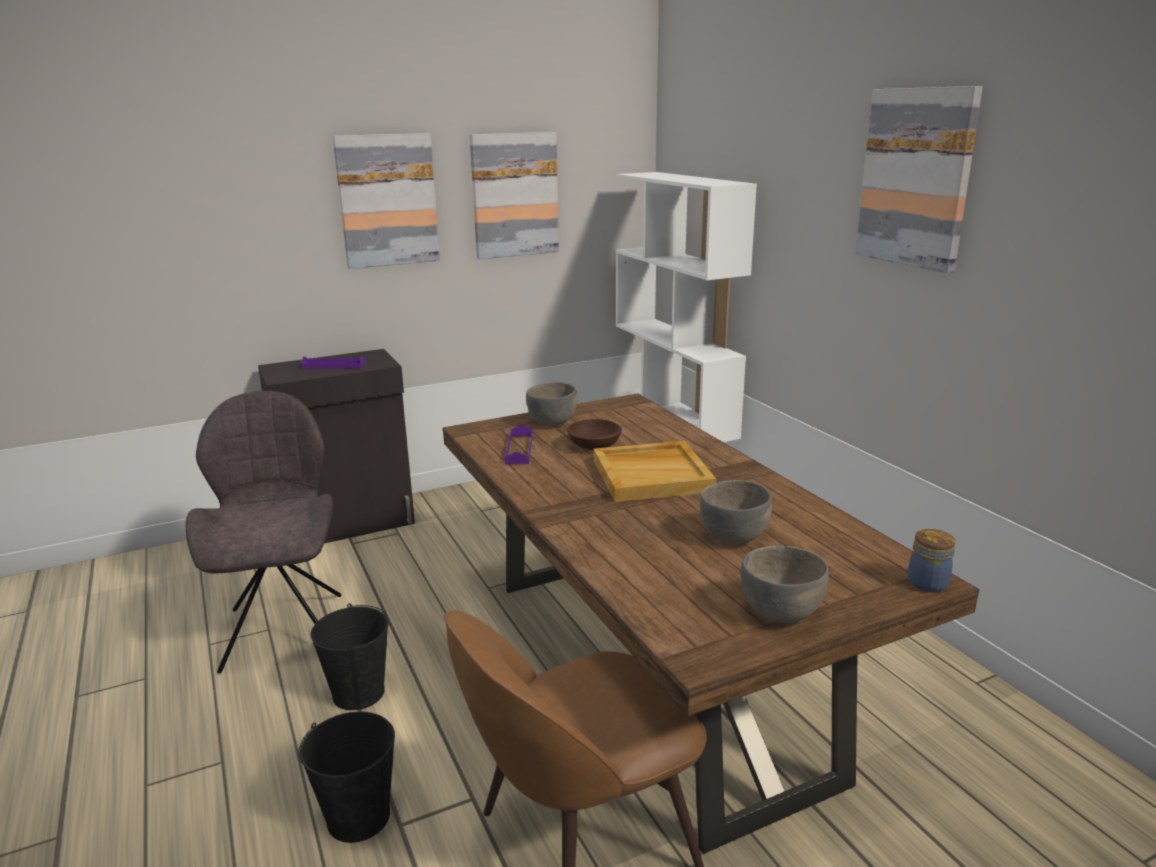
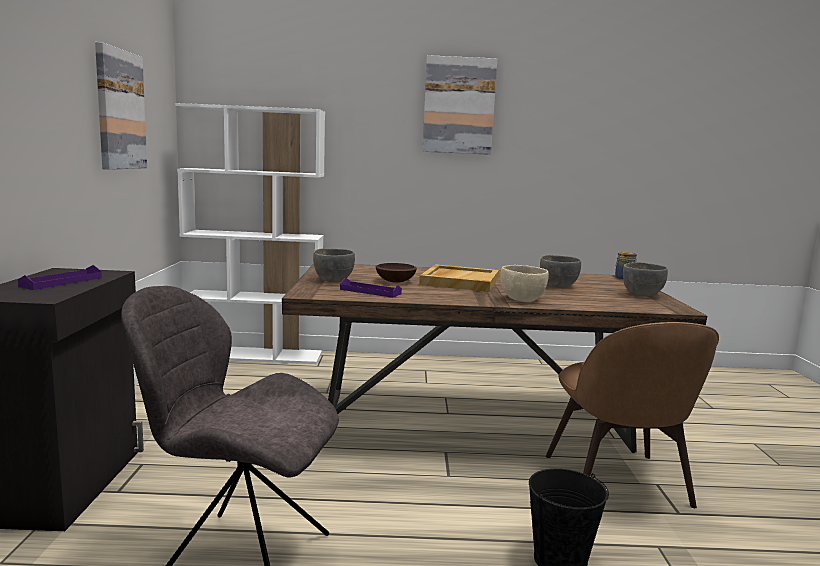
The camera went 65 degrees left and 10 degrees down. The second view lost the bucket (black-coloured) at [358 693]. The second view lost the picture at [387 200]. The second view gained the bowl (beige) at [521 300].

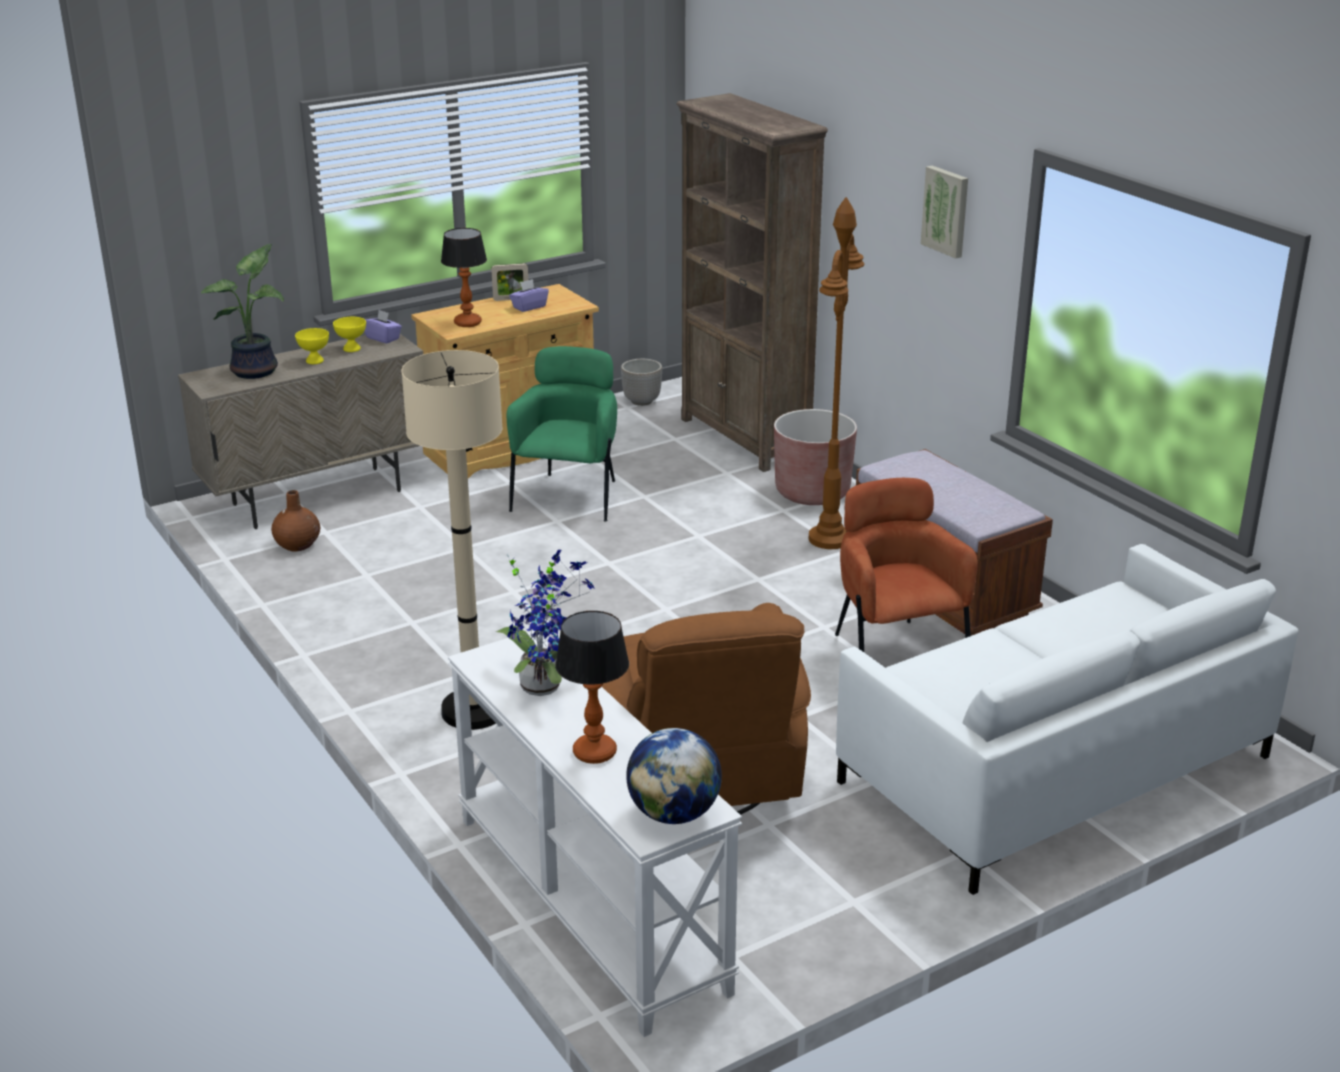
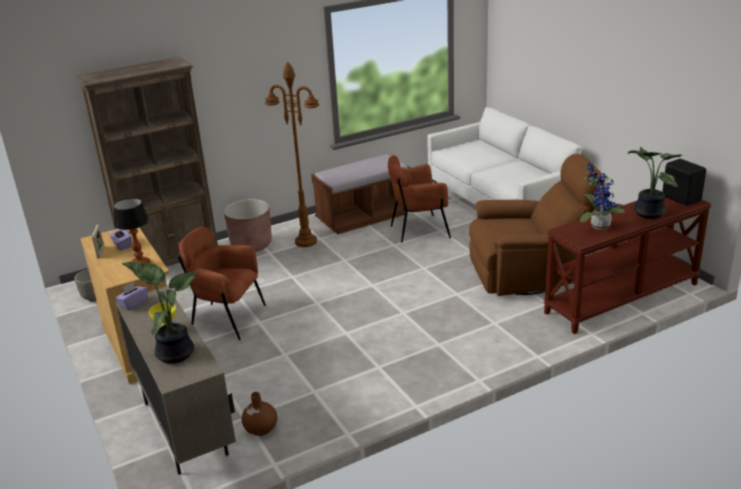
The camera went 85 degrees left and 0 degrees up. The second view lost the bowl (yellow-coloured) at [351 349]. The second view lost the floor lamp (beige) at [474 711]. The second view lost the picture at [946 211]. Where the table lamp stood at [595 752], the plant in a pot came to stand at [647 213]. Where the desk globe stood at [674 814], the audio speaker (black-coloured) came to stand at [681 198]. What was the hall table (white) at [586 903] turned into the hall table (brown-coloured) at [622 299]. What was the armchair (greenish) at [570 497] turned into the armchair (brown-coloured) at [227 319].

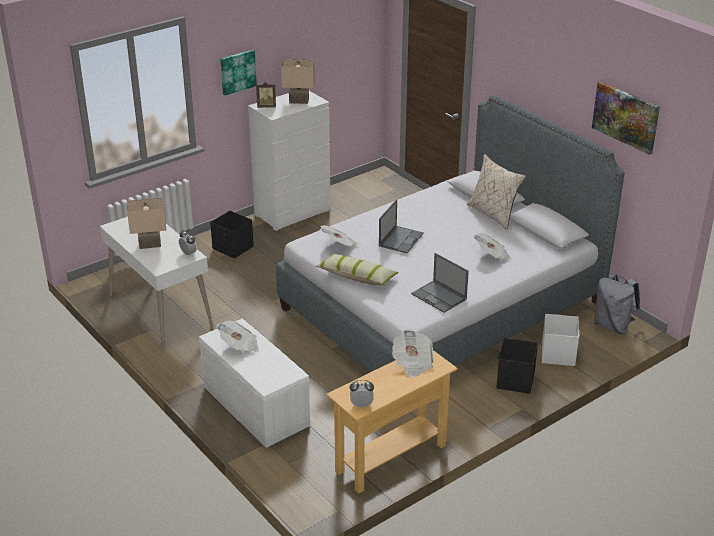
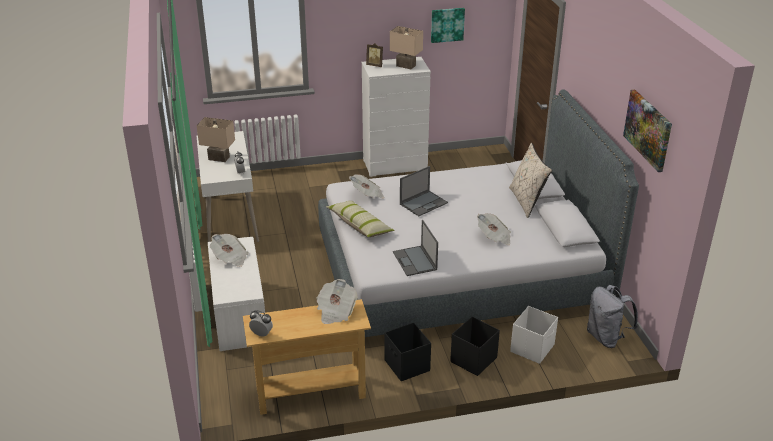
The camera went 25 degrees right and 0 degrees up. The storage container (black-coloured) ended up elsewhere, having gone from [233 248] to [407 366]. The picture ended up elsewhere, having gone from [237 71] to [447 24].

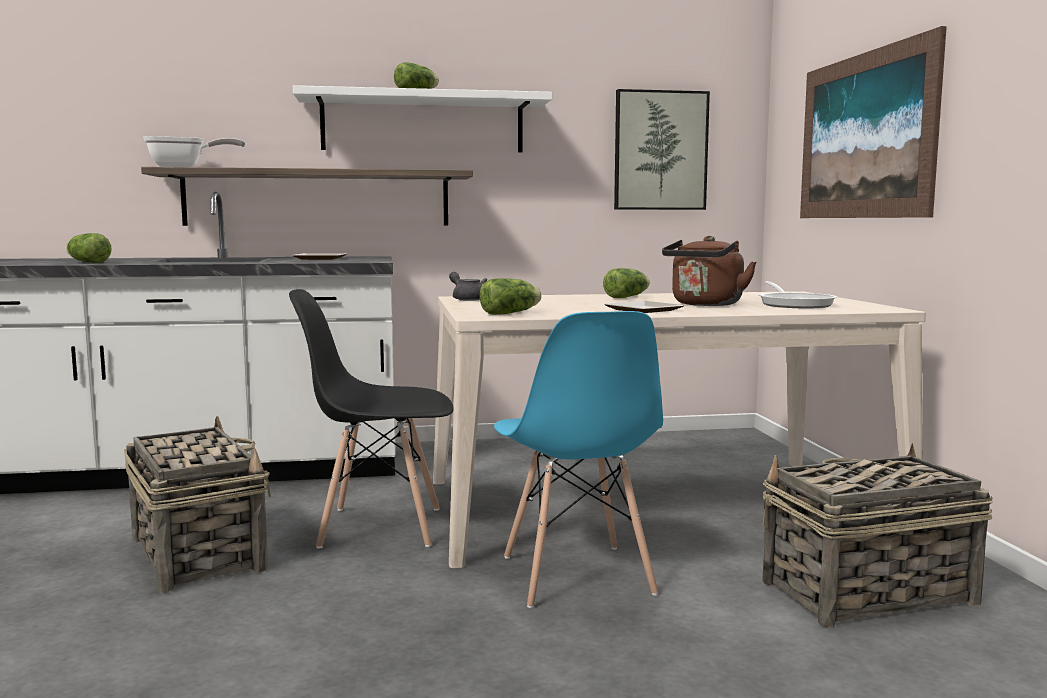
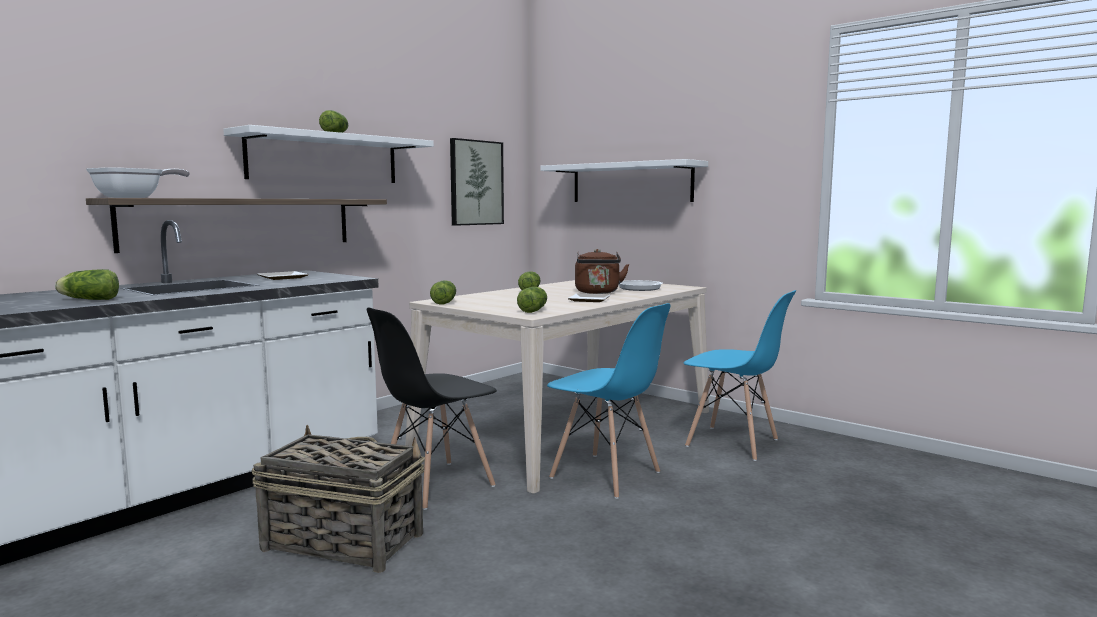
The camera went 40 degrees left and 0 degrees up. Where the pot for tea (greyish) stood at [467 299], the head of lettuce came to stand at [445 302]. Where the storage basket stood at [865 592], the plain chair (blue) came to stand at [733 443]. Where the picture hung at [864 136], the wall shelf (white) came to hang at [631 183].

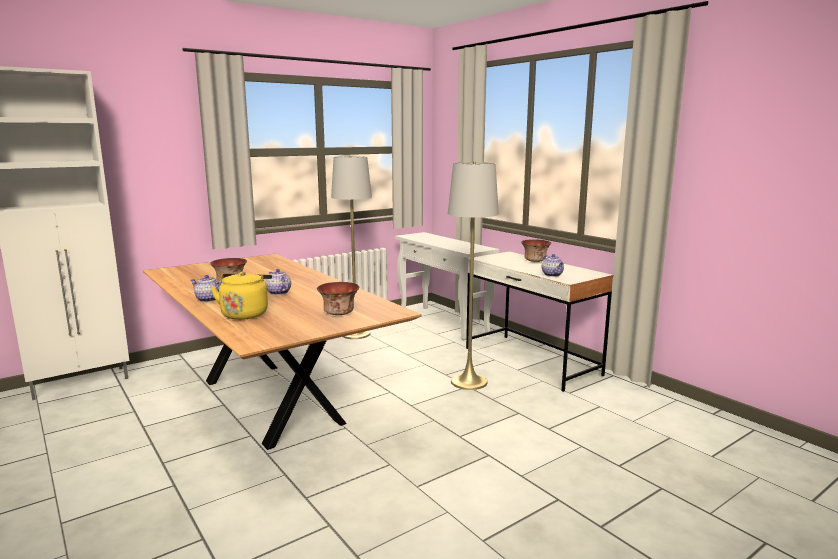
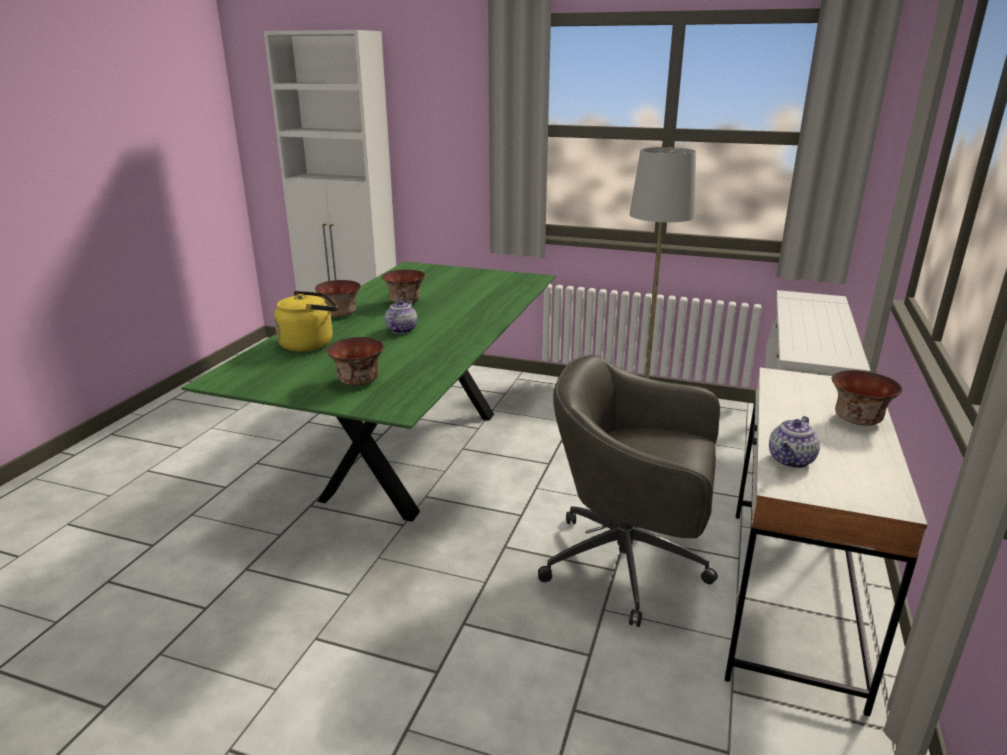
The camera went 55 degrees right and 10 degrees up. Where the pot for tea stood at [208 299], the bowl came to stand at [340 314]. Where the floor lamp (greyish) stood at [469 382], the desk chair (greyish) came to stand at [629 565]. What was the dining table (brown-coloured) at [271 401] turned into the dining table (greenish) at [414 454].

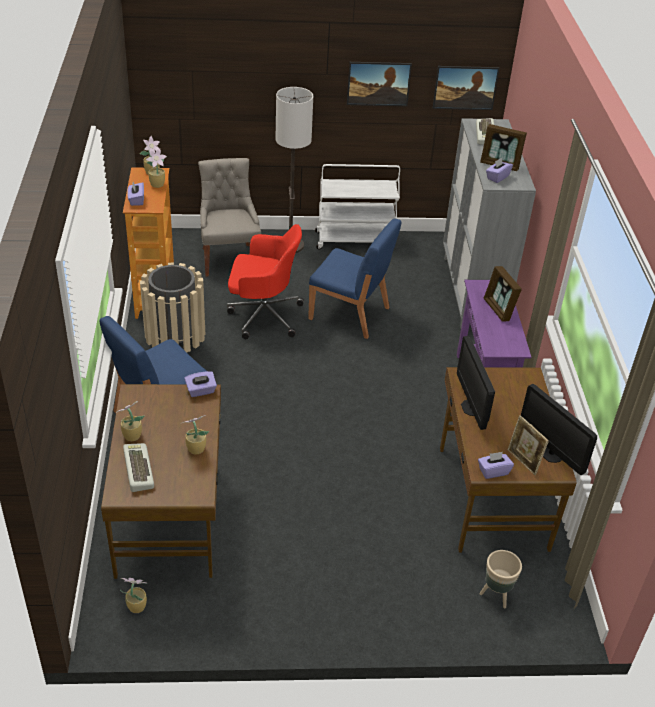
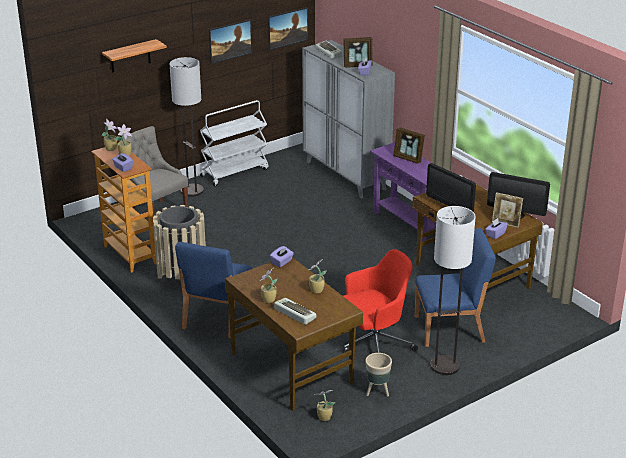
The camera went 30 degrees left and 10 degrees down. The second view gained the wall shelf at [130 56]. The second view gained the floor lamp at [445 366]. The desk chair (reddish) ended up elsewhere, having gone from [263 315] to [374 344]. The plain chair (blue) ended up elsewhere, having gone from [350 314] to [450 329]. The planter (beige) ended up elsewhere, having gone from [495 595] to [377 392].

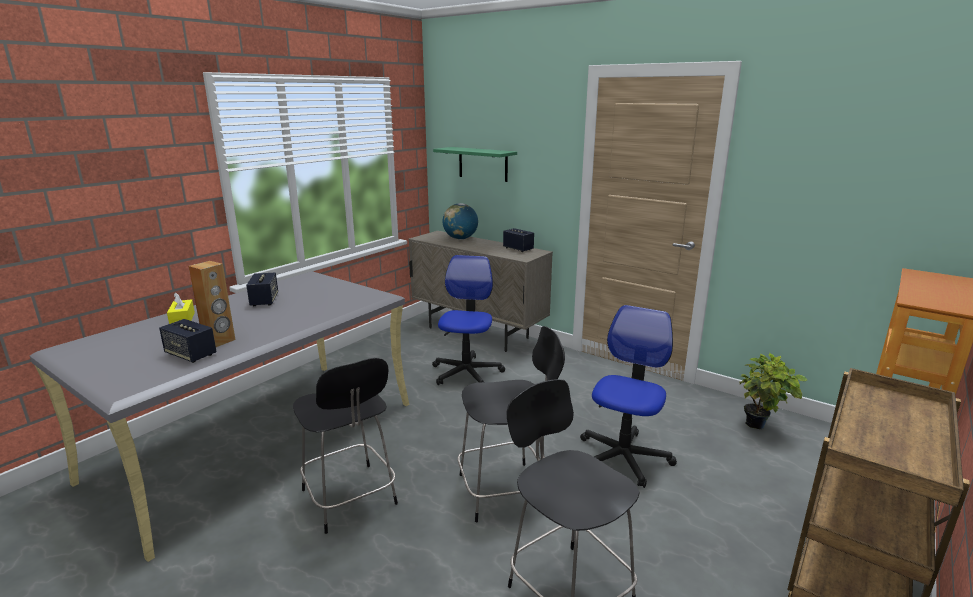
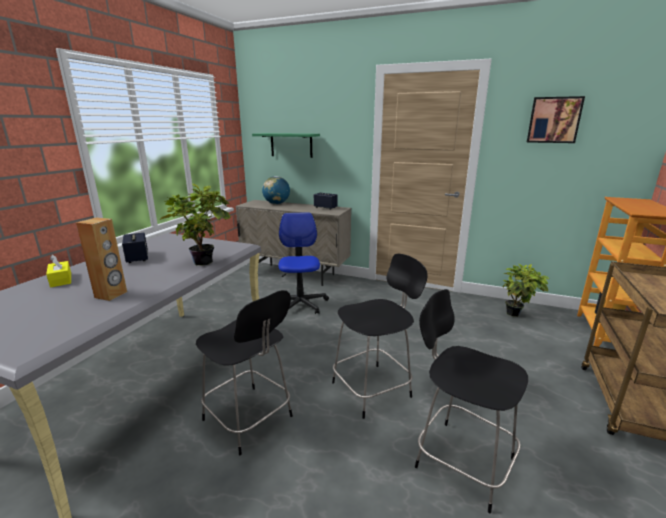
The camera went 15 degrees left and 0 degrees up. The second view lost the audio speaker at [191 354]. The second view lost the desk chair at [623 457]. The second view gained the plant in a pot at [204 261]. The second view gained the picture at [554 120].

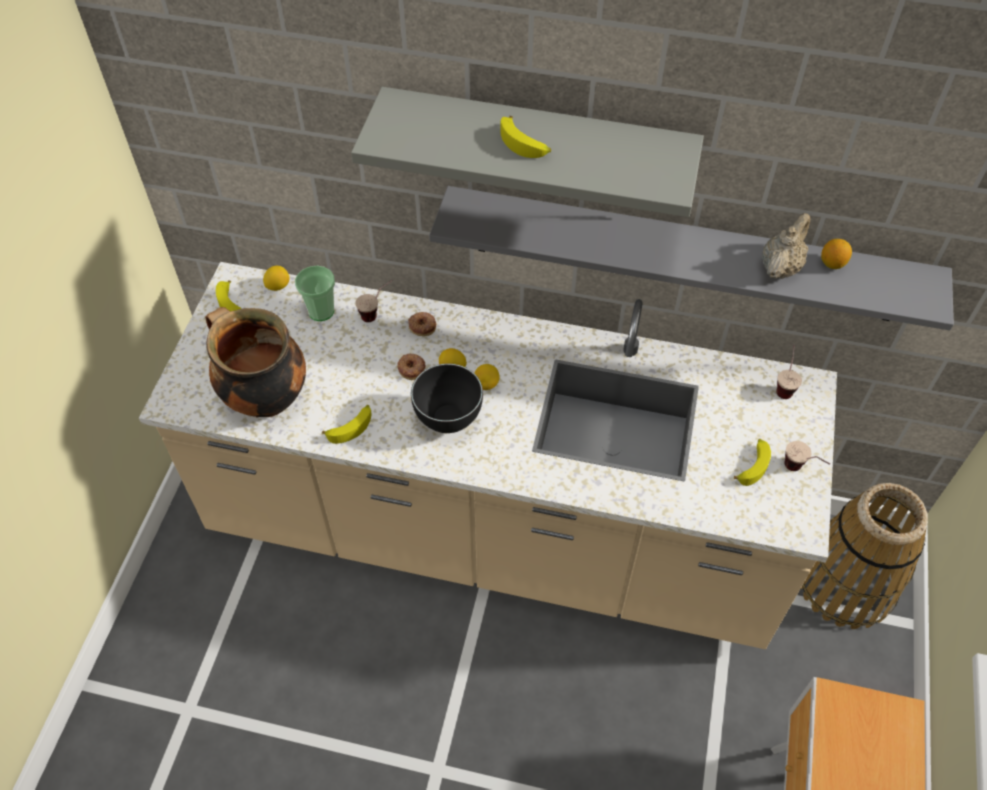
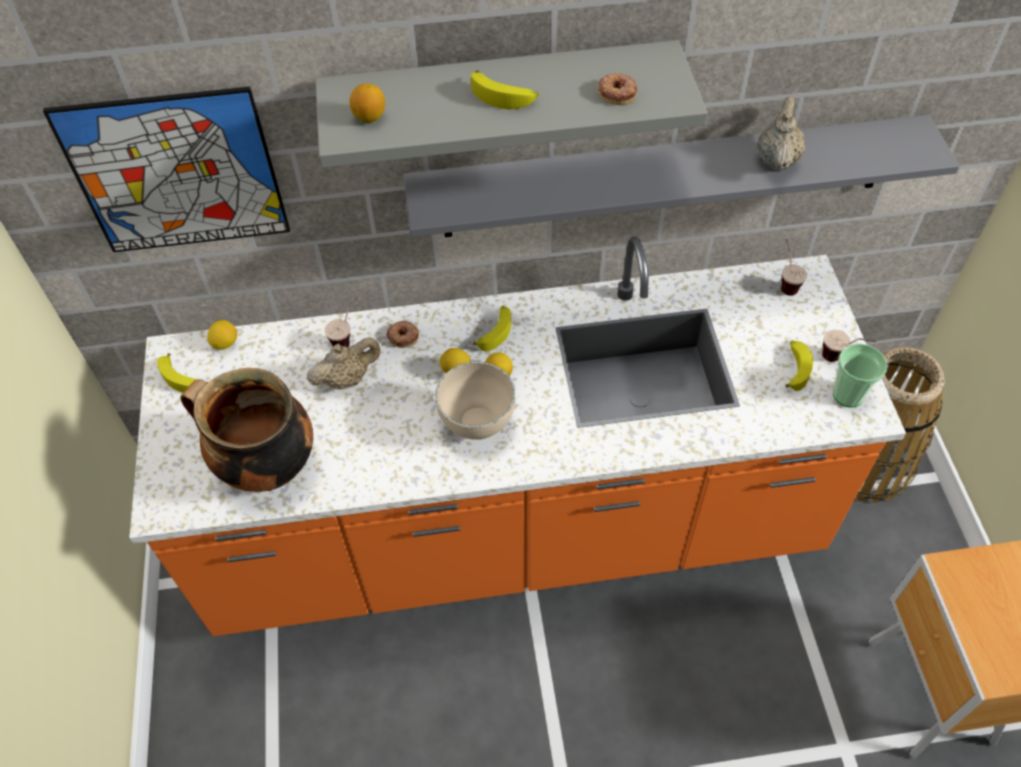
The camera went 20 degrees left and 0 degrees up. The second view gained the picture at [177 173]. The second view gained the pot for tea (beige) at [347 379]. The small cup ended up elsewhere, having gone from [321 311] to [848 395]. The banana fruit ended up elsewhere, having gone from [351 427] to [495 331]. The donut ended up elsewhere, having gone from [411 368] to [617 92]. The citrus fruit ended up elsewhere, having gone from [832 263] to [369 117]. What was the kitchen base unit (beige) at [493 531] turned into the kitchen base unit (orangey) at [514 529]. What was the bowl (black-coloured) at [447 420] turned into the bowl (beige) at [475 425].

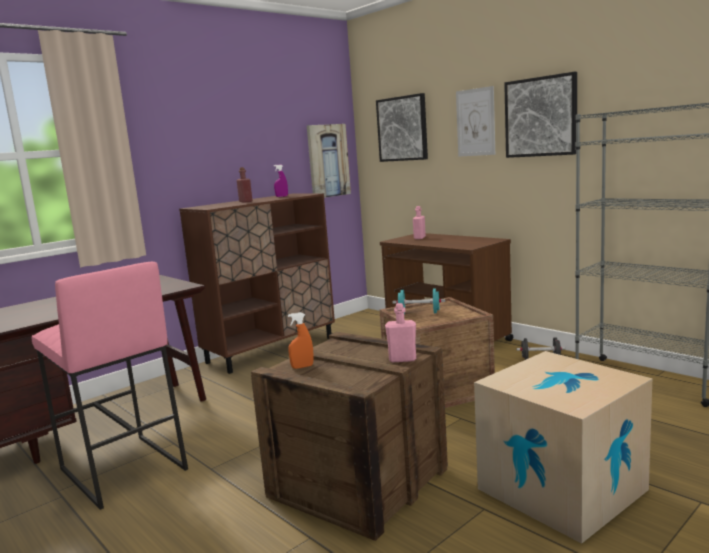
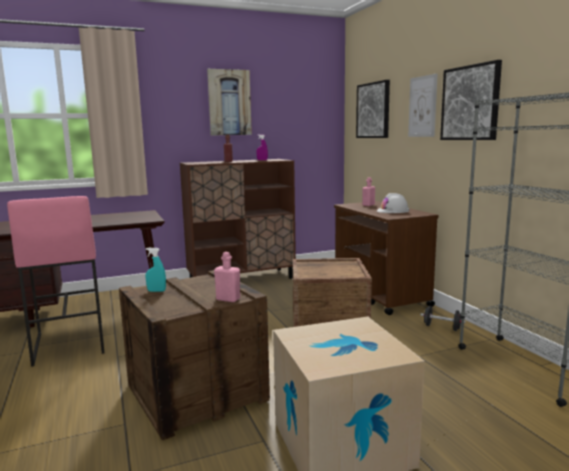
The camera went 20 degrees right and 0 degrees up. The second view lost the hand weight (blue-green) at [419 313]. The second view gained the hard hat (white) at [393 211]. The picture ended up elsewhere, having gone from [328 161] to [229 102]. What was the spray bottle (orangey) at [302 367] turned into the spray bottle (blue-green) at [156 291].

